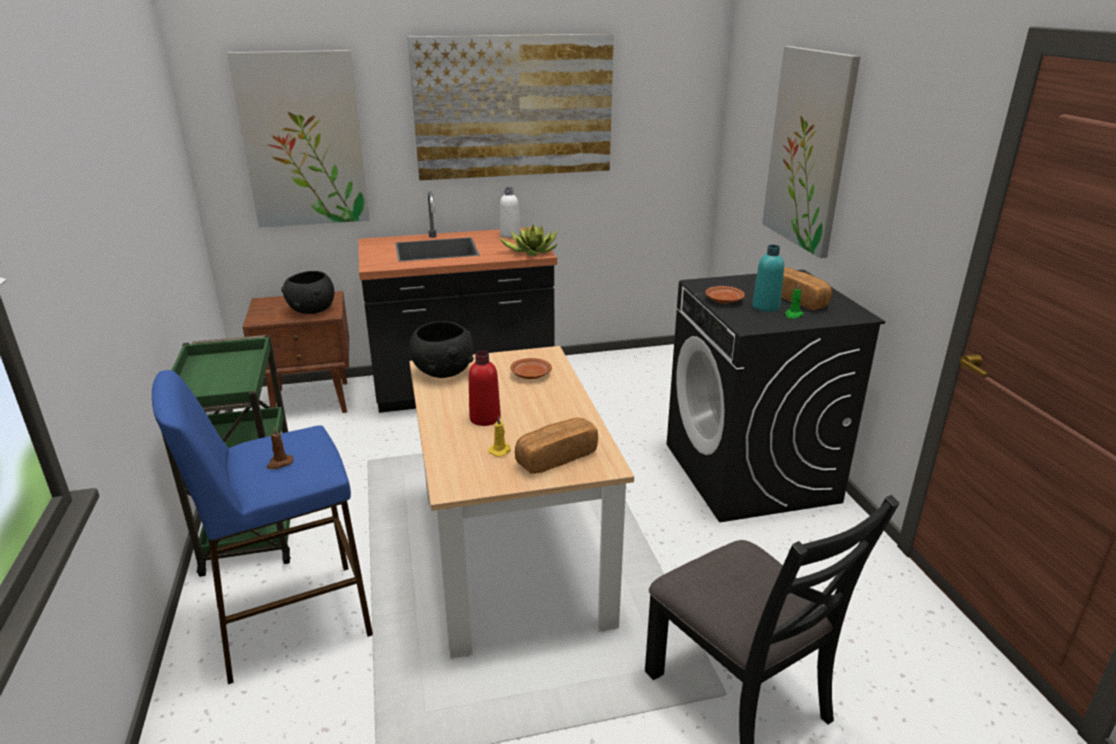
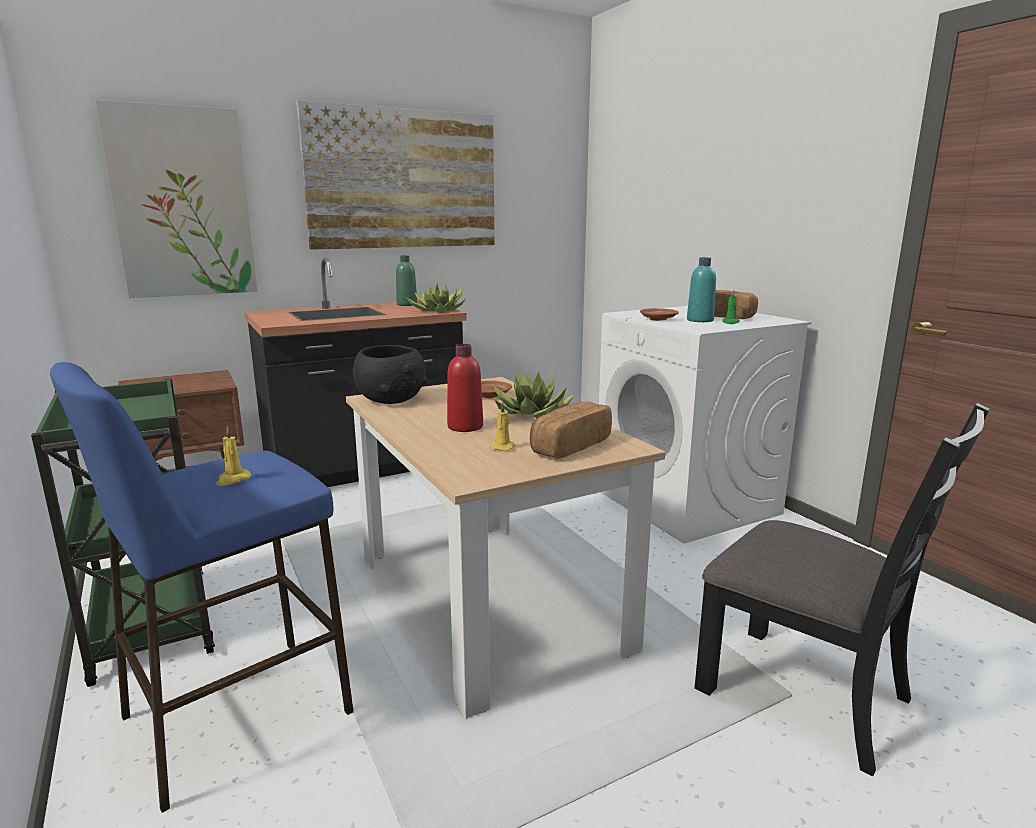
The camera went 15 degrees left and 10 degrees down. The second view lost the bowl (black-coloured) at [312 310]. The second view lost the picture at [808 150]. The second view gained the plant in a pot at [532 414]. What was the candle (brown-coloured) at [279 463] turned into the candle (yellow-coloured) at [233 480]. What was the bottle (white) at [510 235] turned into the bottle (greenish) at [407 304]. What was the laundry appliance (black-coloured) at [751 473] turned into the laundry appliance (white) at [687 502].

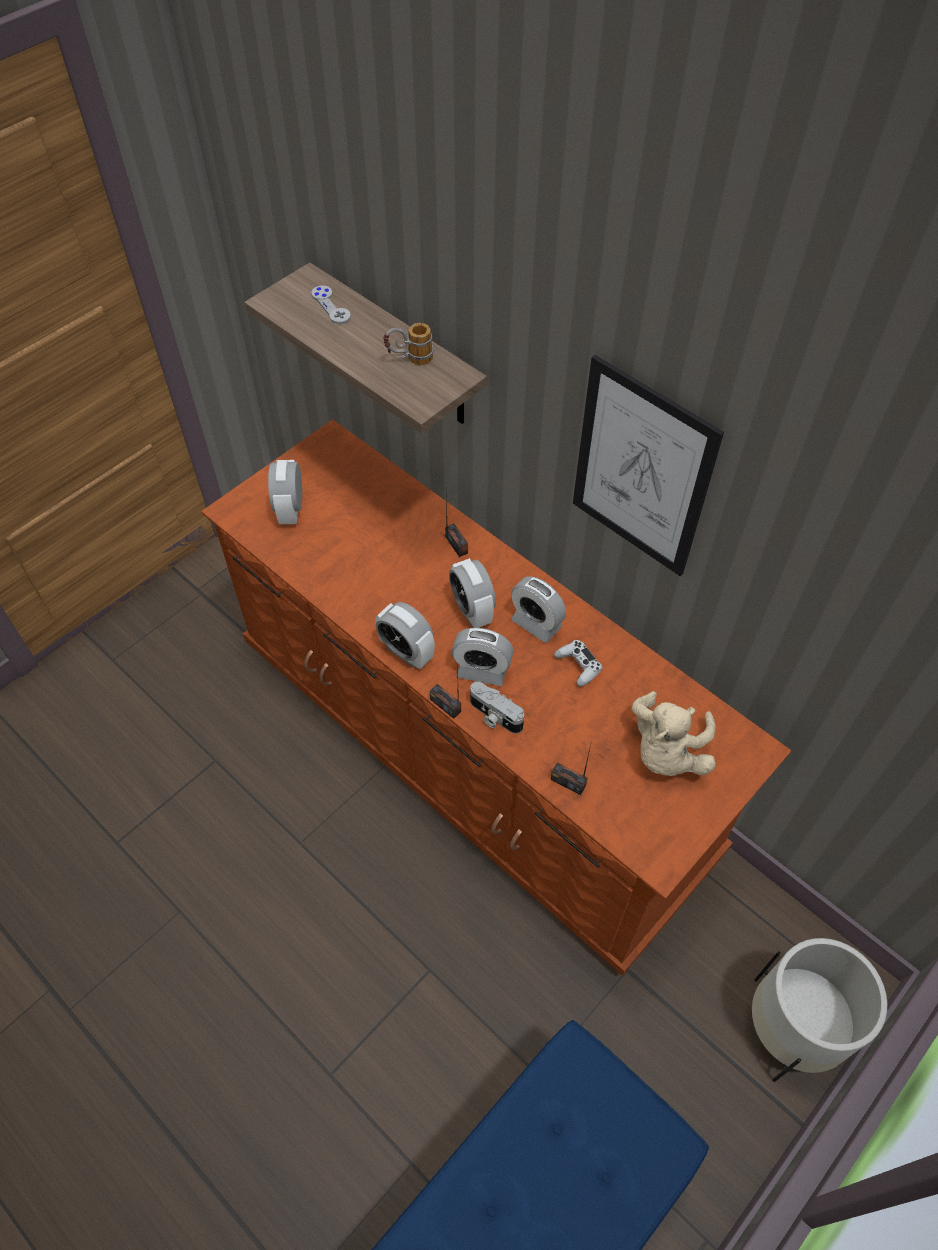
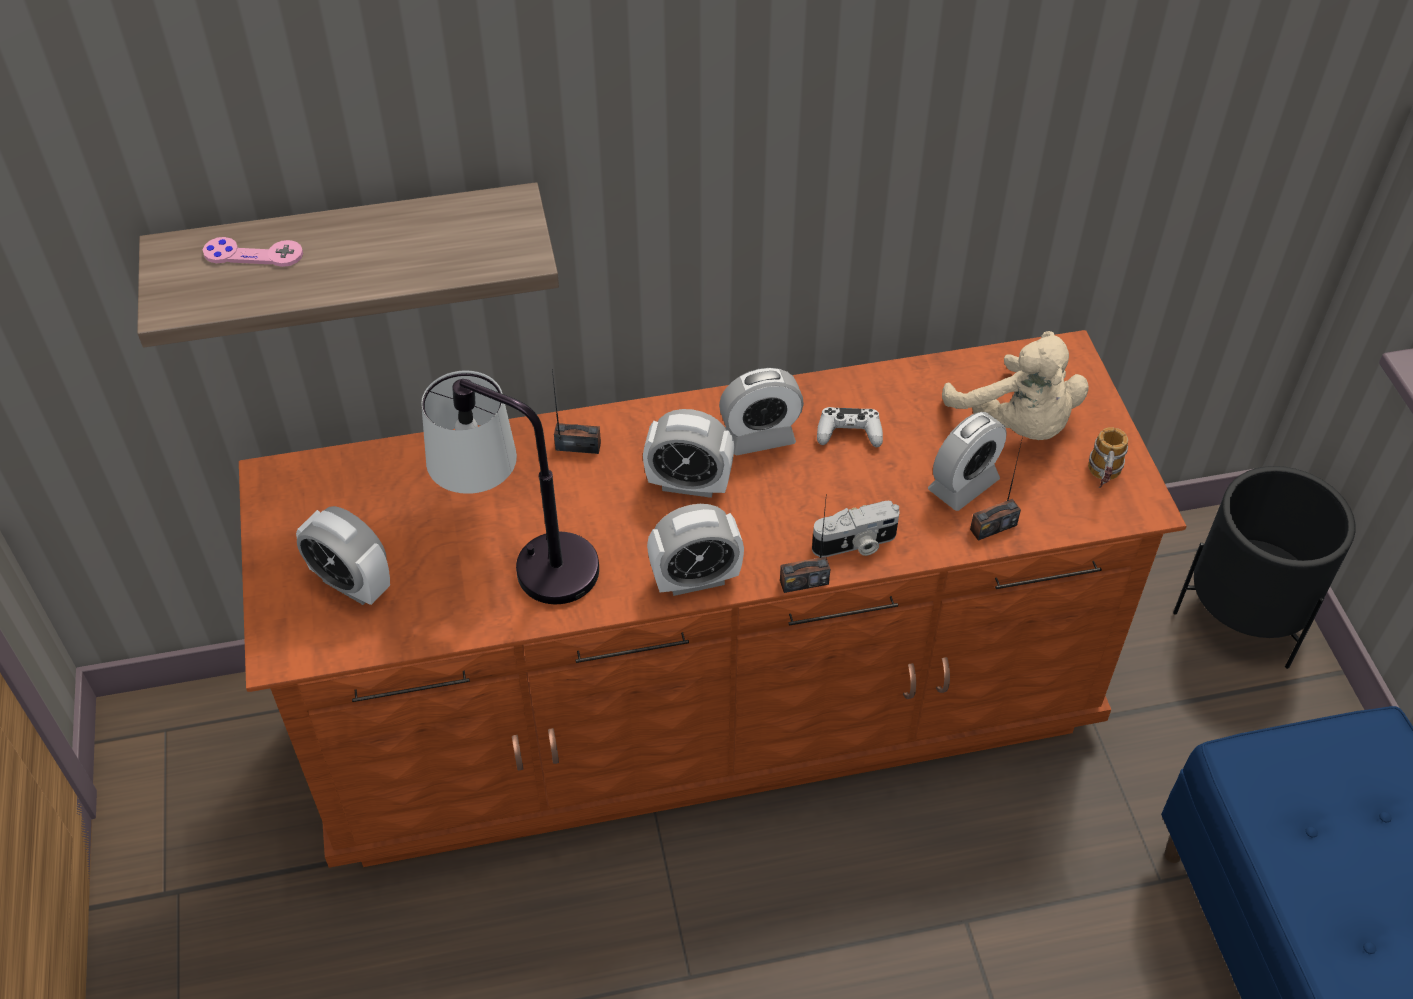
The camera went 55 degrees left and 5 degrees down. The second view lost the picture at [641 470]. The second view gained the table lamp at [521 559]. The mug ended up elsewhere, having gone from [409 360] to [1102 479]. The alarm clock ended up elsewhere, having gone from [482 670] to [963 485]. What was the joypad (greyish) at [331 306] turned into the joypad (pink-coloured) at [253 254]. What was the planter (white) at [792 1028] turned into the planter (black-coloured) at [1242 616].

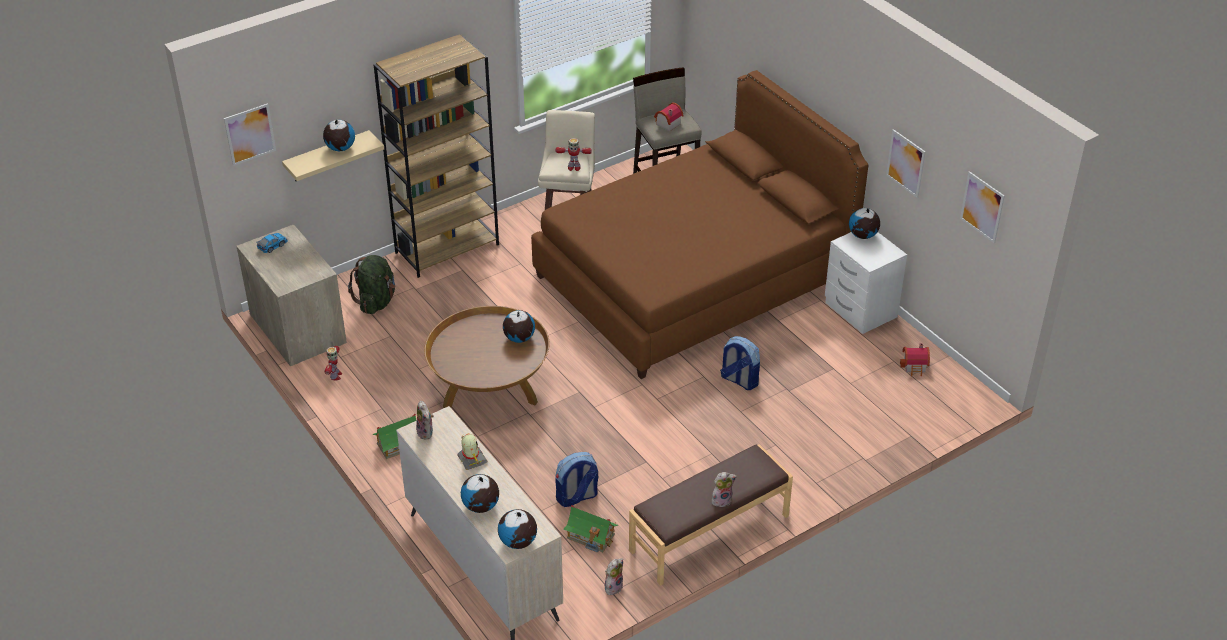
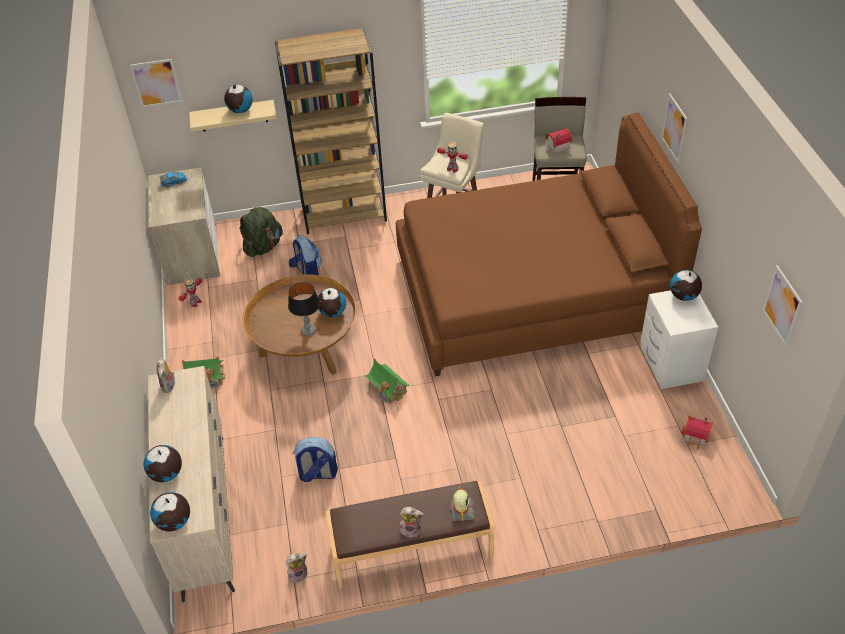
The camera went 25 degrees right and 5 degrees up. The second view gained the table lamp at [308 331]. The robot figure ended up elsewhere, having gone from [471 460] to [461 511]. The toy house ended up elsewhere, having gone from [591 536] to [388 388]. The backpack ended up elsewhere, having gone from [739 380] to [307 272]. The picture ended up elsewhere, having gone from [906 163] to [674 128].

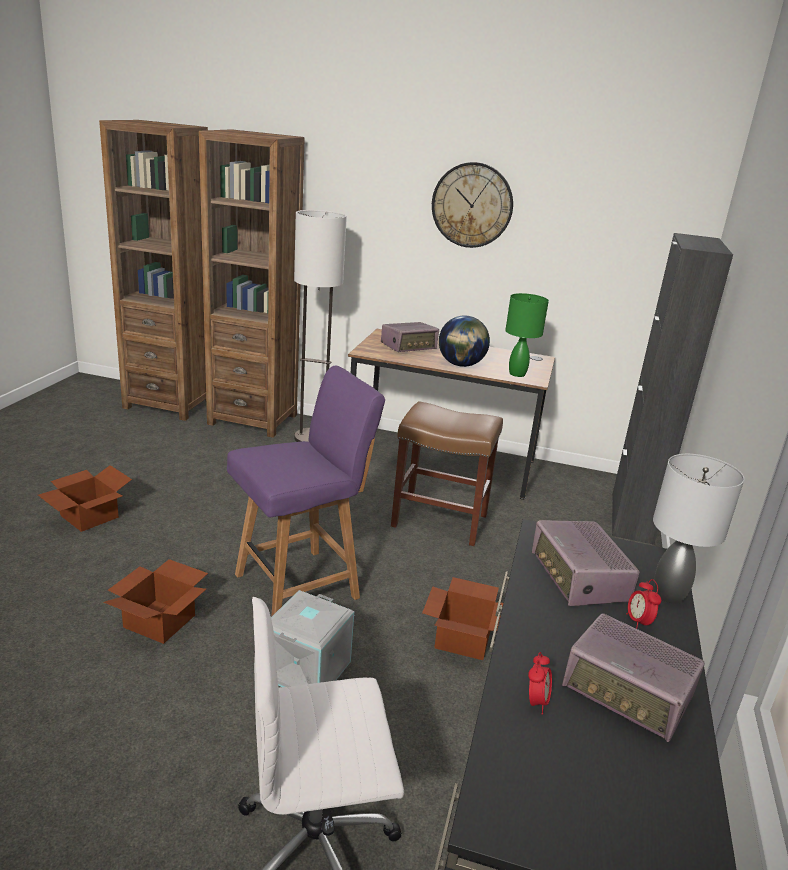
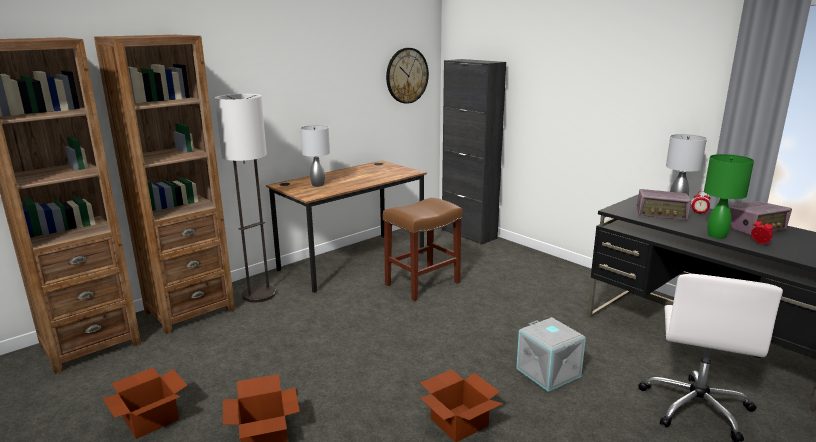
The camera went 55 degrees left and 5 degrees down. The second view lost the plain chair (purple) at [300 585]. The second view lost the desk globe at [461 365]. The packing box ended up elsewhere, having gone from [464 638] to [151 418]. The wall clock ended up elsewhere, having gone from [472 205] to [407 75]. The table lamp (greenish) ended up elsewhere, having gone from [517 374] to [717 236]. Where the radio receiver stood at [409 347], the table lamp (greyish) came to stand at [318 184].

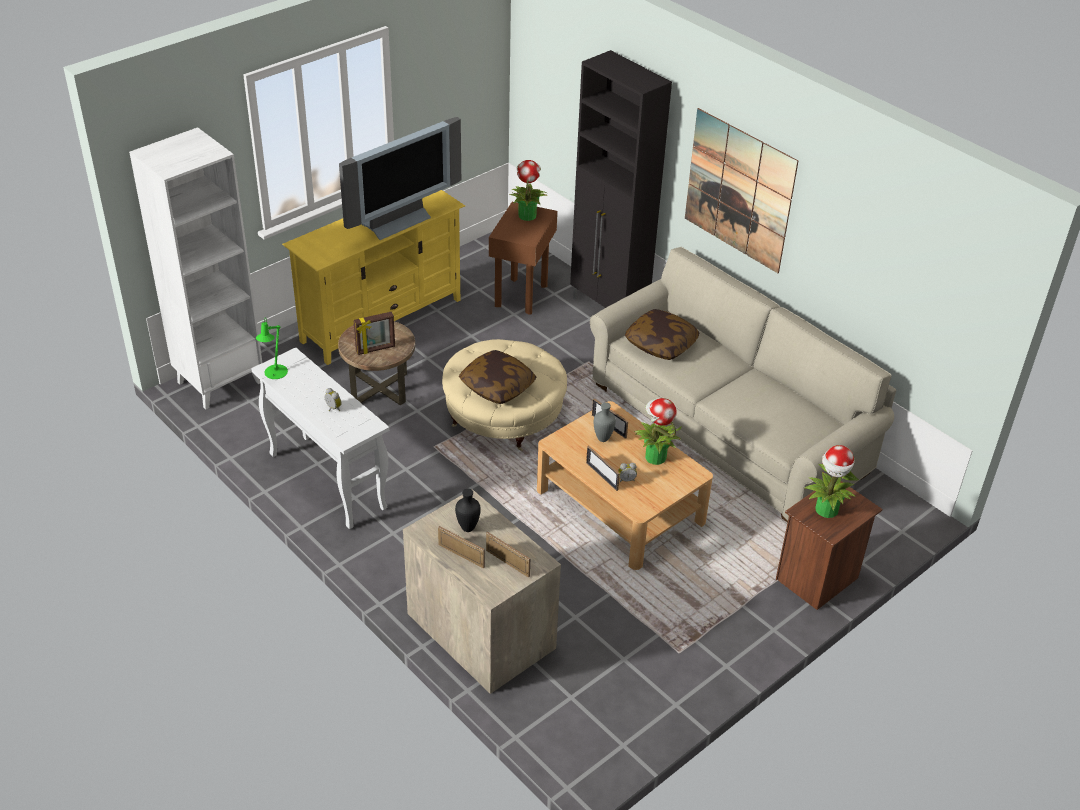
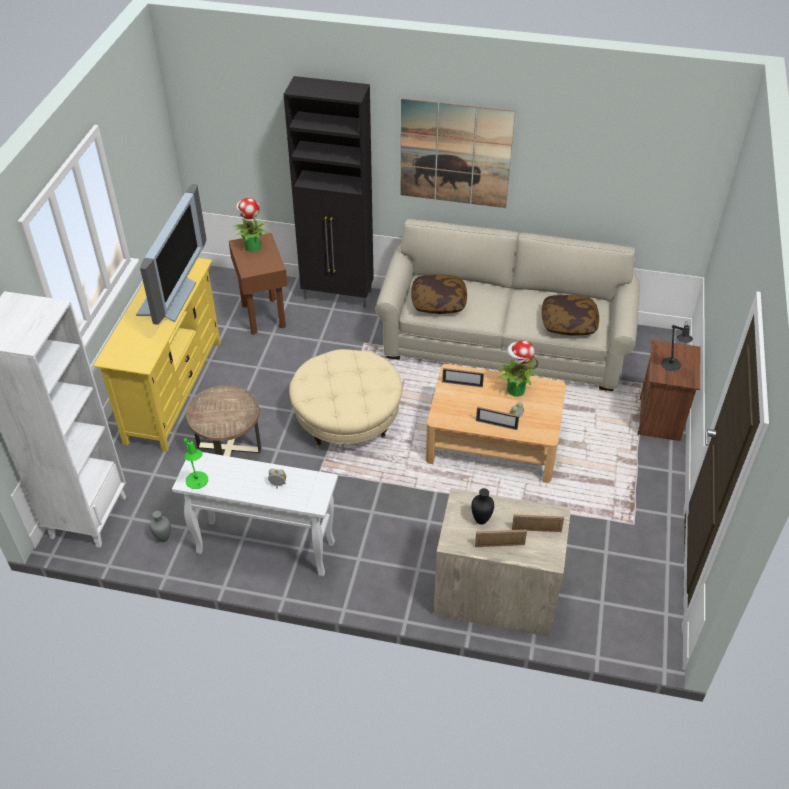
The camera went 35 degrees left and 5 degrees up. The second view lost the photo frame at [375 349]. The throw pillow ended up elsewhere, having gone from [497 386] to [568 323]. The flower vase (greyish) ended up elsewhere, having gone from [602 439] to [163 539]. Where the plant in a pot stood at [826 510], the table lamp (black-coloured) came to stand at [671 366].

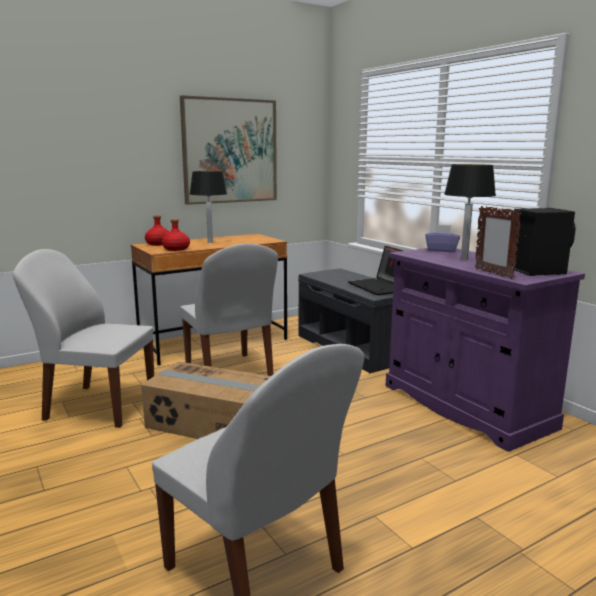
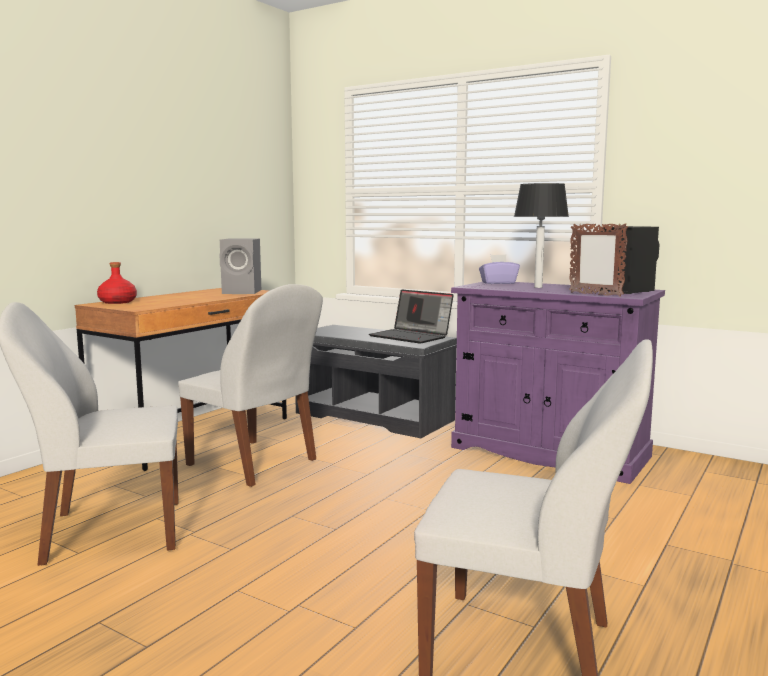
The camera went 25 degrees left and 5 degrees down. The second view lost the packing box at [210 423]. The second view lost the bottle (reddish) at [176 249]. The second view lost the picture at [230 151]. The second view lost the table lamp at [210 242]. The second view gained the audio speaker (greyish) at [243 292].

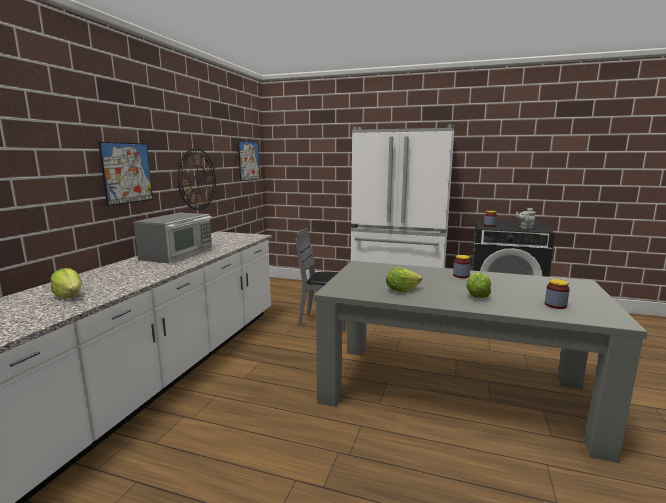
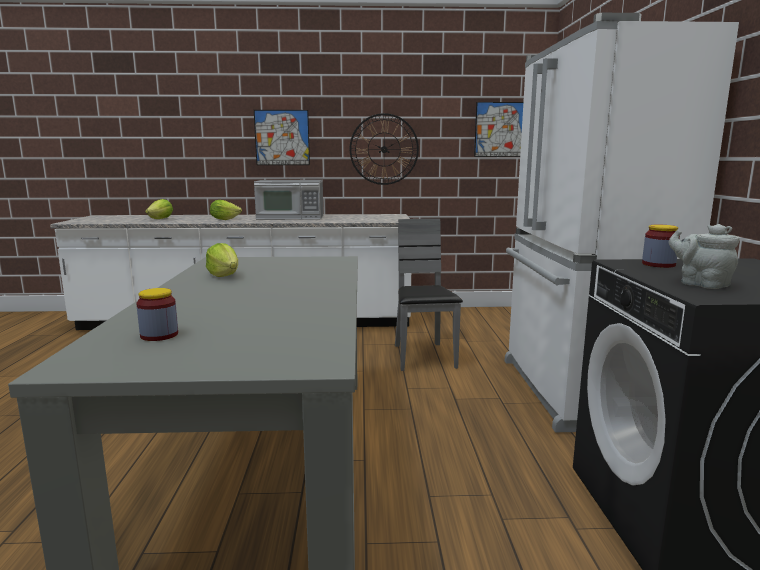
The camera went 70 degrees right and 0 degrees up. The second view lost the jar at [461 276]. The head of lettuce ended up elsewhere, having gone from [477 296] to [224 219].

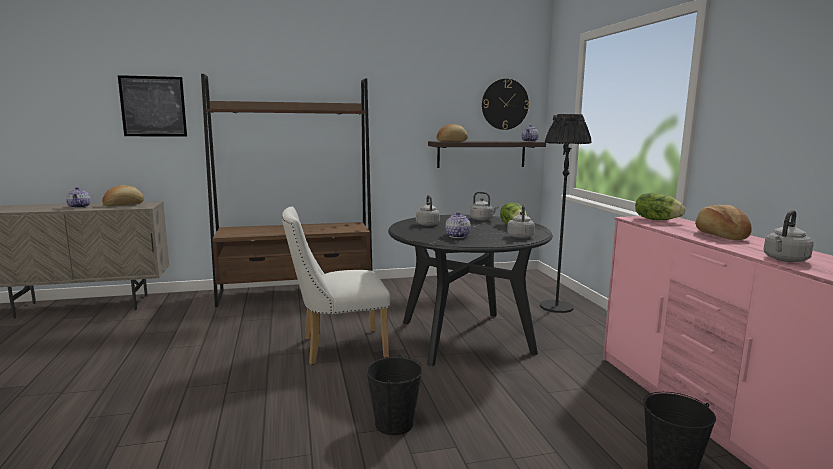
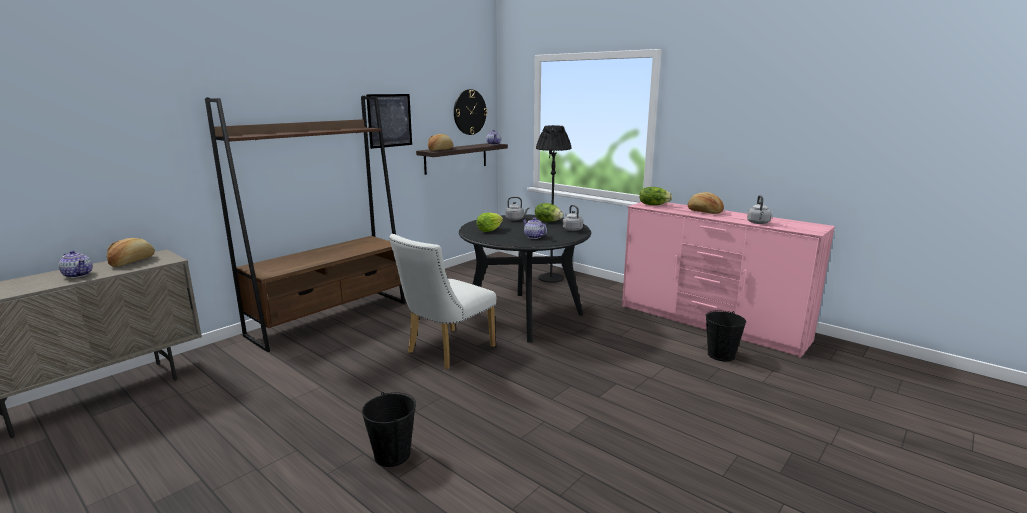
The camera went 35 degrees left and 5 degrees up. The picture ended up elsewhere, having gone from [153 106] to [389 120]. The bucket (black-coloured) ended up elsewhere, having gone from [394 424] to [392 455]. Where the kettle (greyish) stood at [427 224], the head of lettuce came to stand at [489 230].

